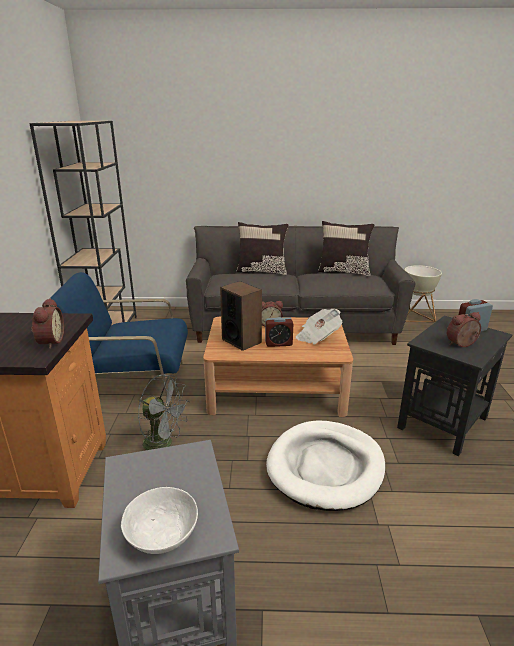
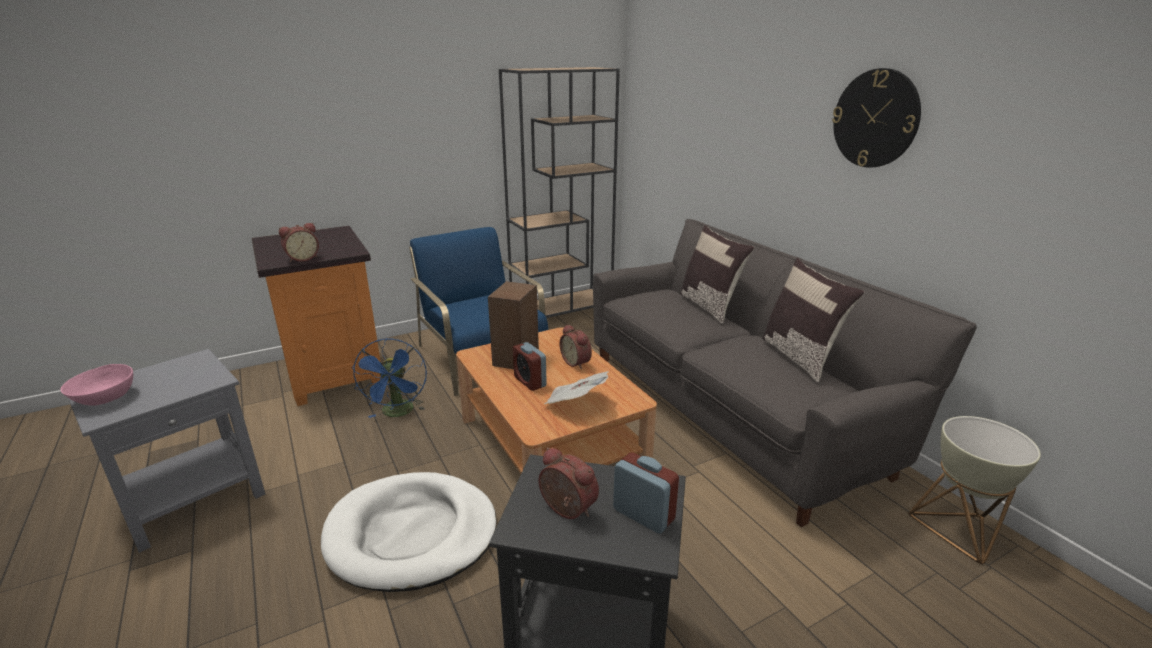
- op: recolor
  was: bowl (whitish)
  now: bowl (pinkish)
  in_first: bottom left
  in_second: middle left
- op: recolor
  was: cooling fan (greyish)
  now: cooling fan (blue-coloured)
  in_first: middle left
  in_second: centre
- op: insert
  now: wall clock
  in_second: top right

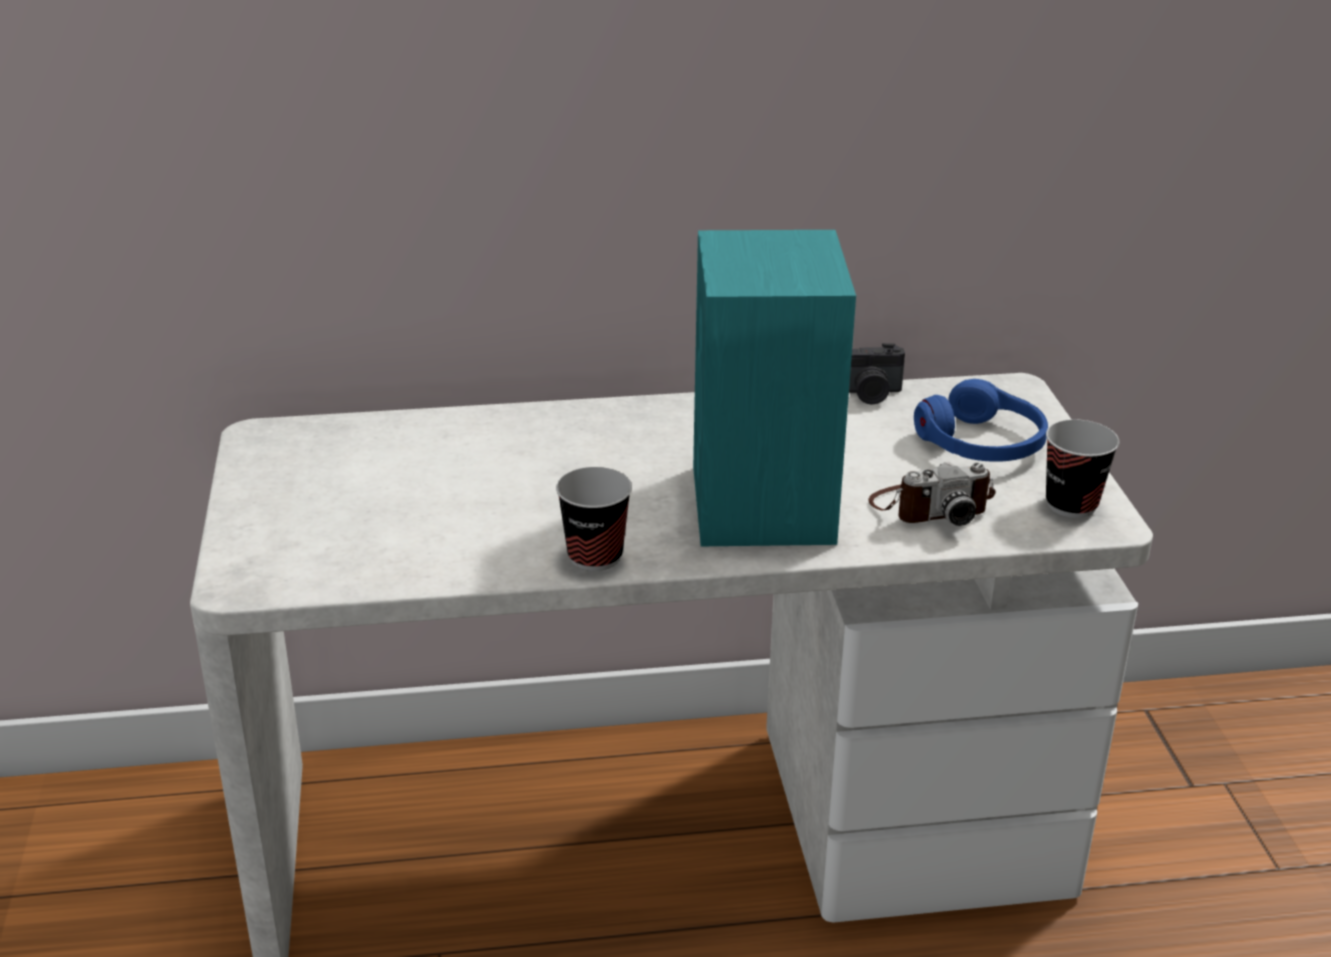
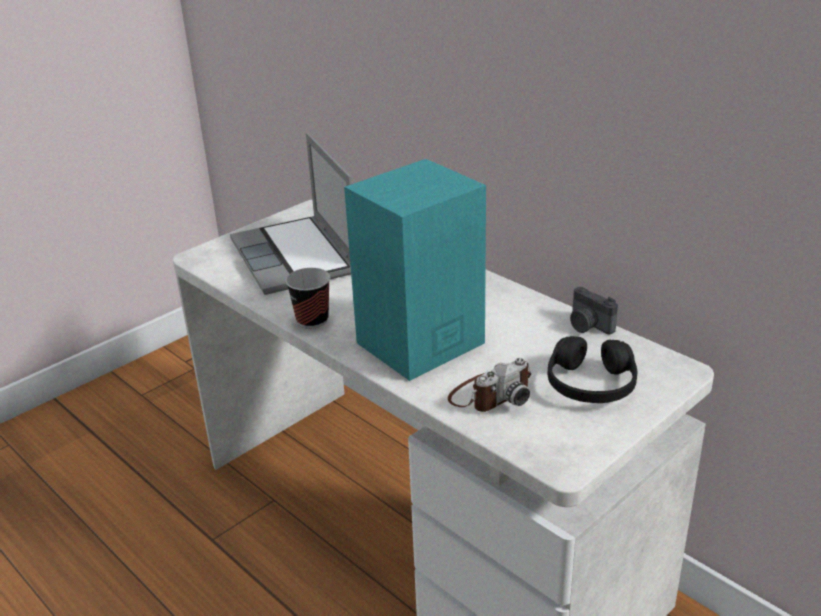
- op: rotate
  was: photo camera (2nd from left in the first image)
  in_first: middle right
  in_second: centre
  clockwise: -75
- op: recolor
  was: pair of headphones (blue-coloured)
  now: pair of headphones (black-coloured)
  in_first: middle right
  in_second: middle right
- op: delete
  was: small cup (2nd from left)
  in_first: middle right
- op: insert
  now: laptop
  in_second: centre

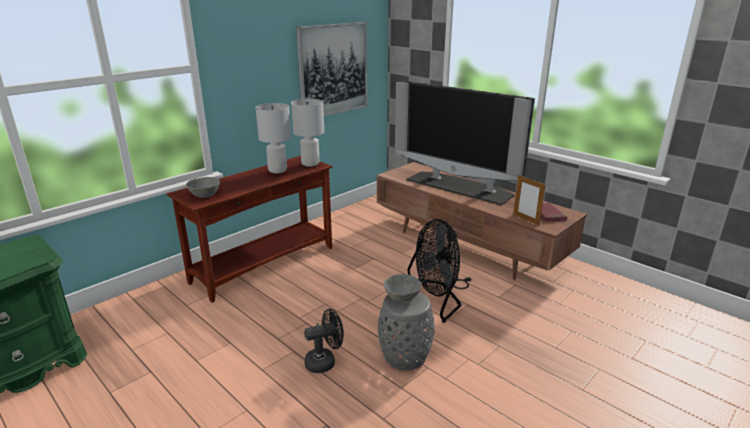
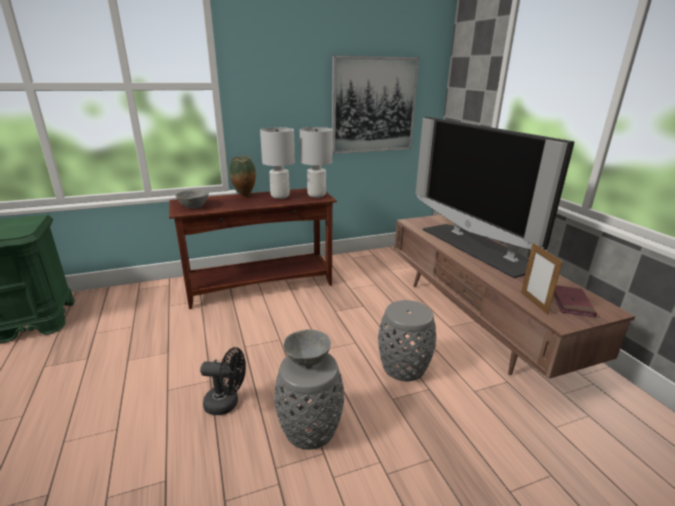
- op: replace
  was: cooling fan (black-coloured) (2nd from left)
  now: sitting stool (greyish) (2nd from left)
  in_first: centre
  in_second: bottom centre
- op: insert
  now: flower vase
  in_second: centre

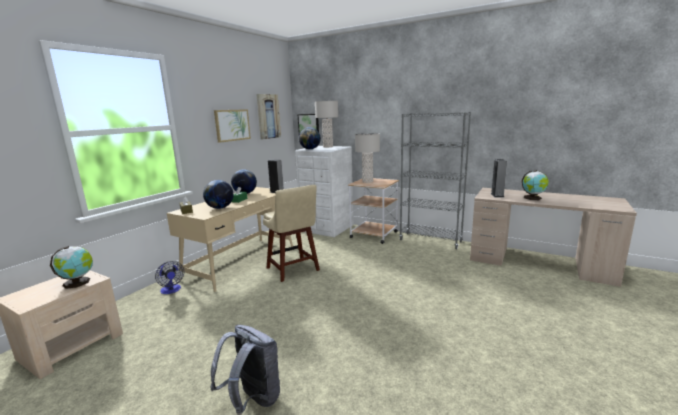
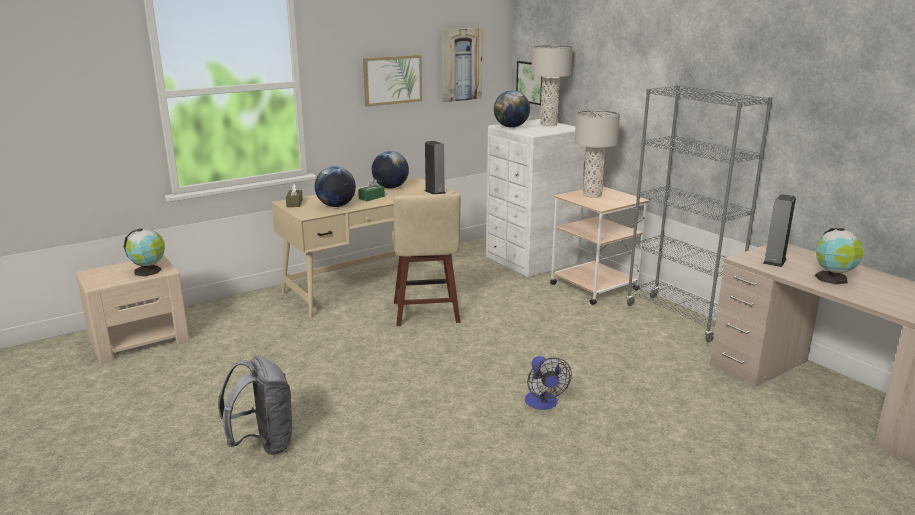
- op: move
  was: cooling fan
  in_first: bottom left
  in_second: bottom centre

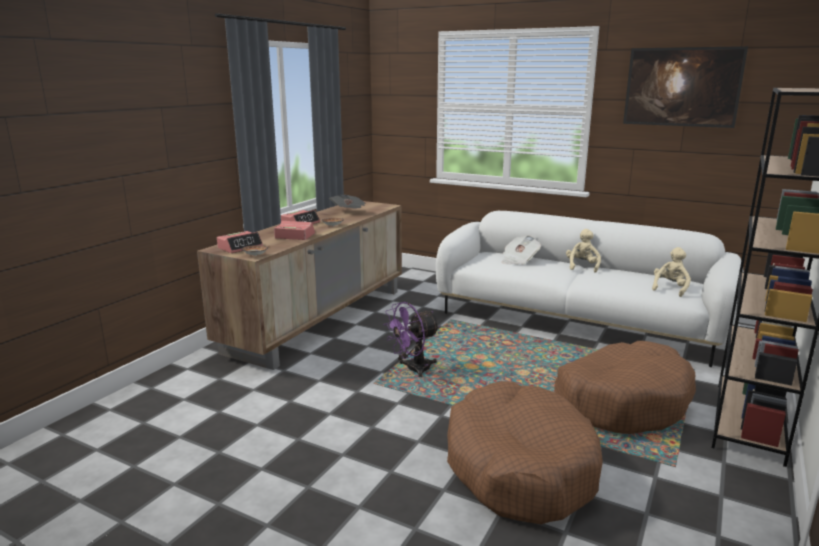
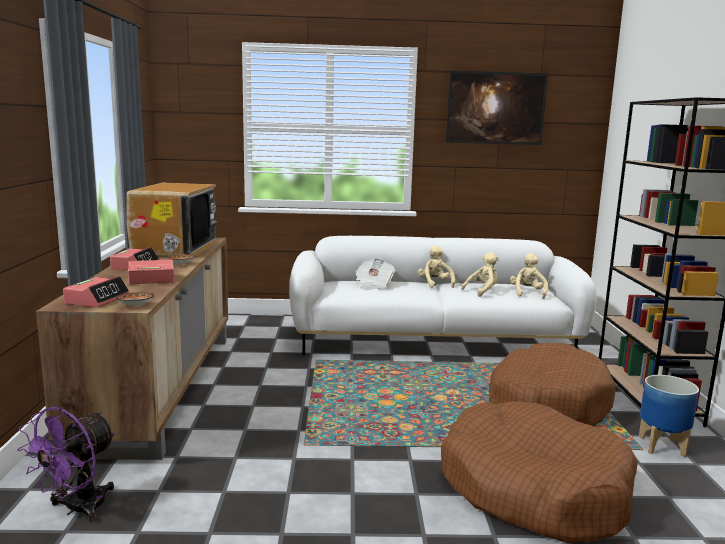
- op: replace
  was: daily paper (1st from left)
  now: television
  in_first: centre
  in_second: middle left
- op: move
  was: cooling fan (purple)
  in_first: centre
  in_second: bottom left
- op: insert
  now: plush toy (beige) (2nd from left)
  in_second: centre
- op: insert
  now: flower pot
  in_second: bottom right

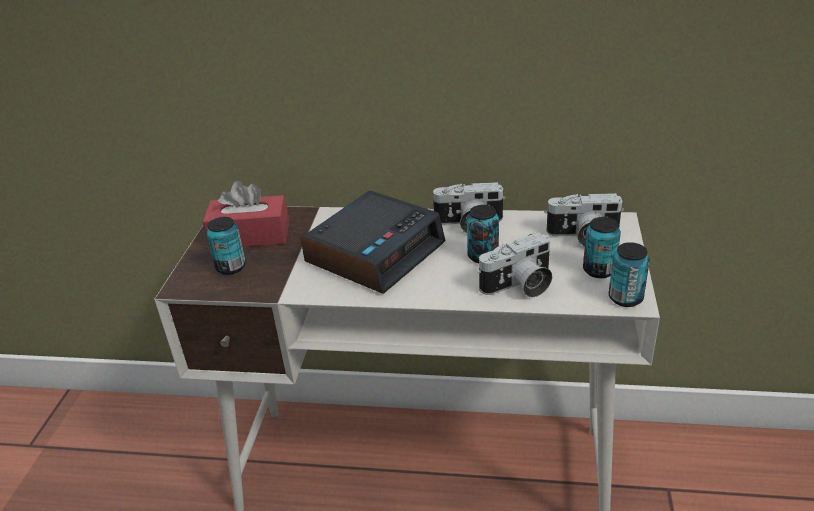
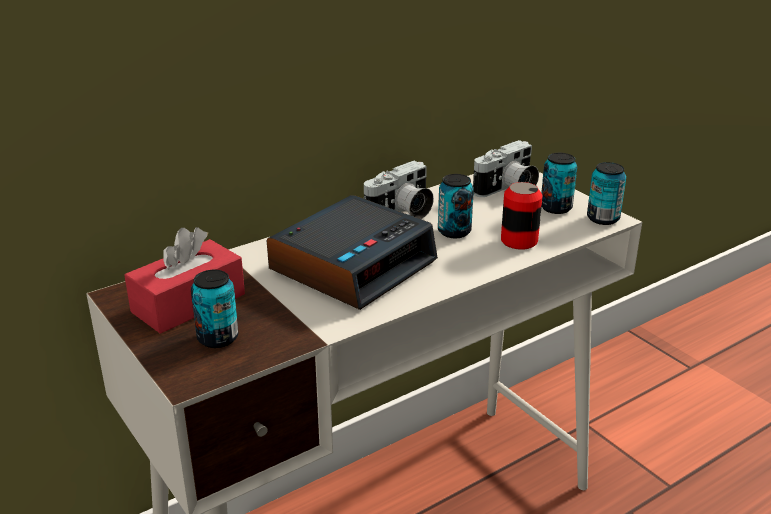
- op: rotate
  was: alarm clock
  in_first: centre
  in_second: centre
  clockwise: 45
- op: replace
  was: photo camera (2nd from left)
  now: metal can (3rd from left)
  in_first: centre
  in_second: middle right

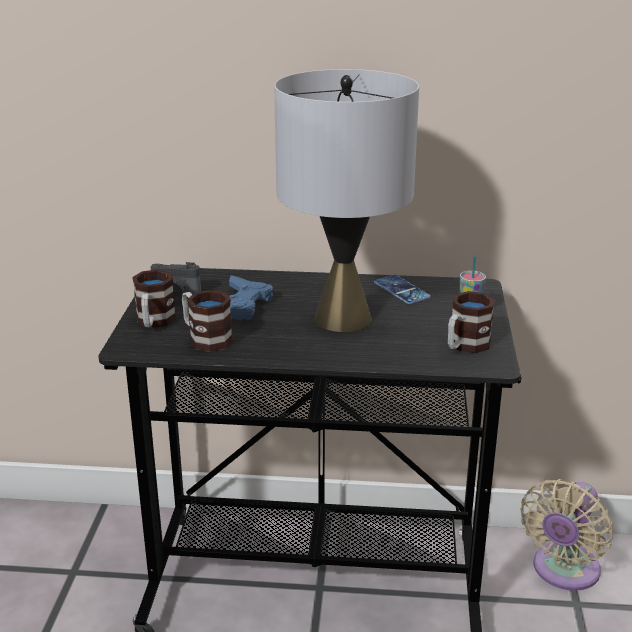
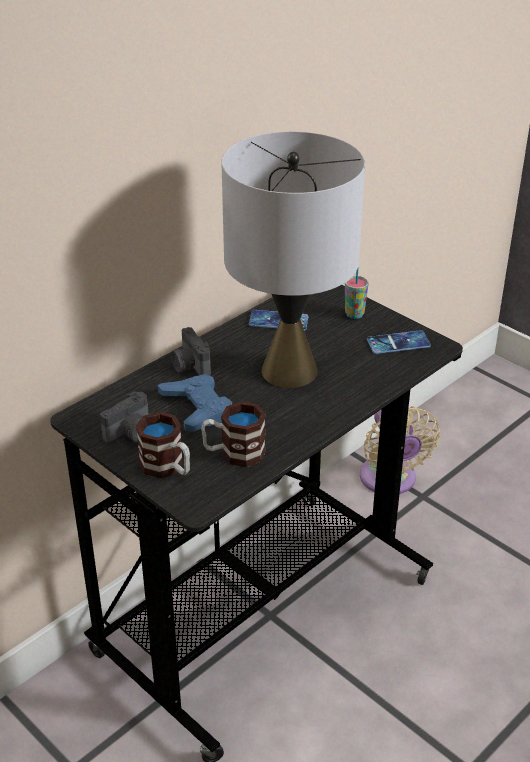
- op: replace
  was: coffee mug (3rd from left)
  now: telephone (2nd from left)
  in_first: middle right
  in_second: middle right
- op: insert
  now: photo camera (2nd from left)
  in_second: centre

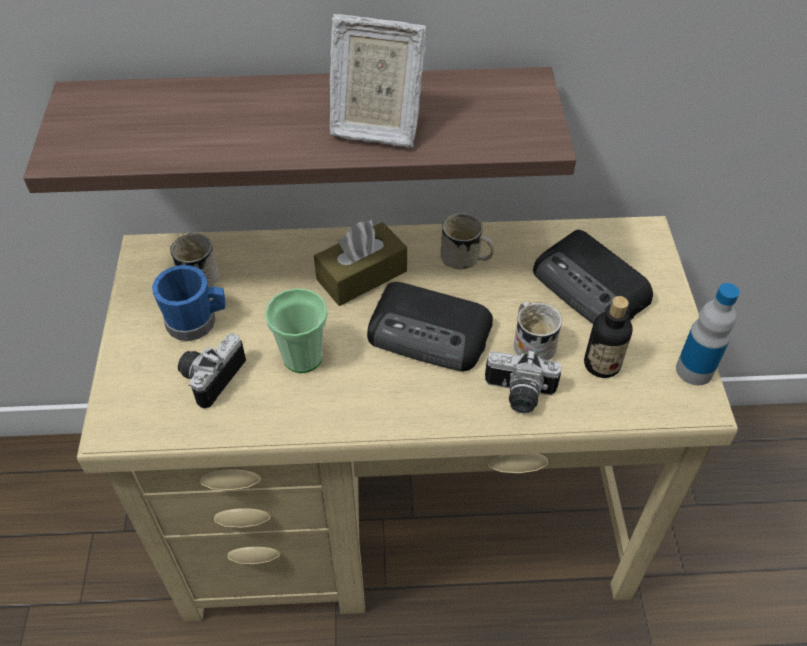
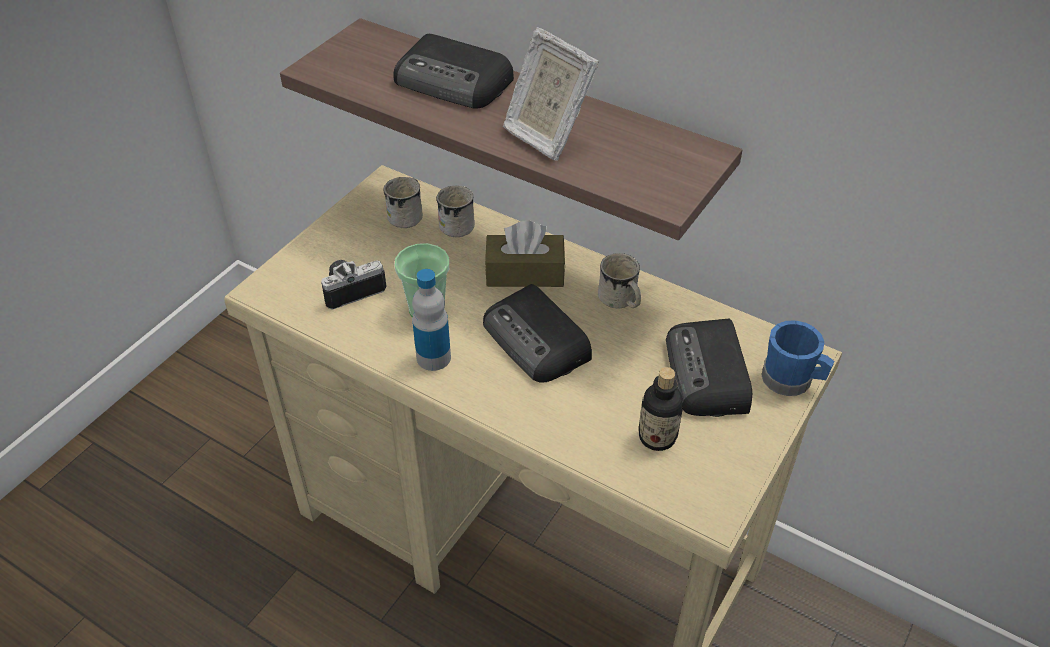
- op: move
  was: coffee mug (blue-coloured)
  in_first: middle left
  in_second: middle right
- op: delete
  was: photo camera (2nd from left)
  in_first: centre
- op: move
  was: coffee mug (whitish) (3rd from left in the first image)
  now: coffee mug (whitish) (2nd from left)
  in_first: middle right
  in_second: top centre
- op: move
  was: drink bottle (2nd from left in the first image)
  now: drink bottle (1st from left)
  in_first: middle right
  in_second: centre
- op: insert
  now: radio (1st from left)
  in_second: top centre

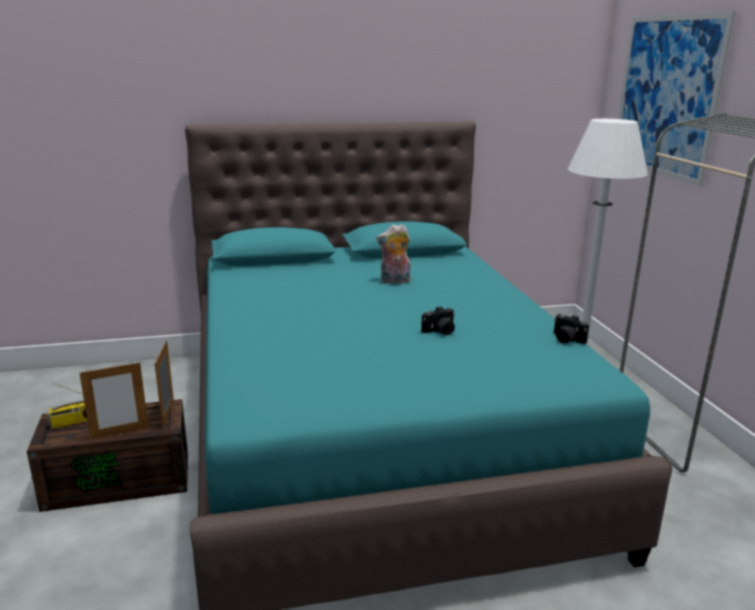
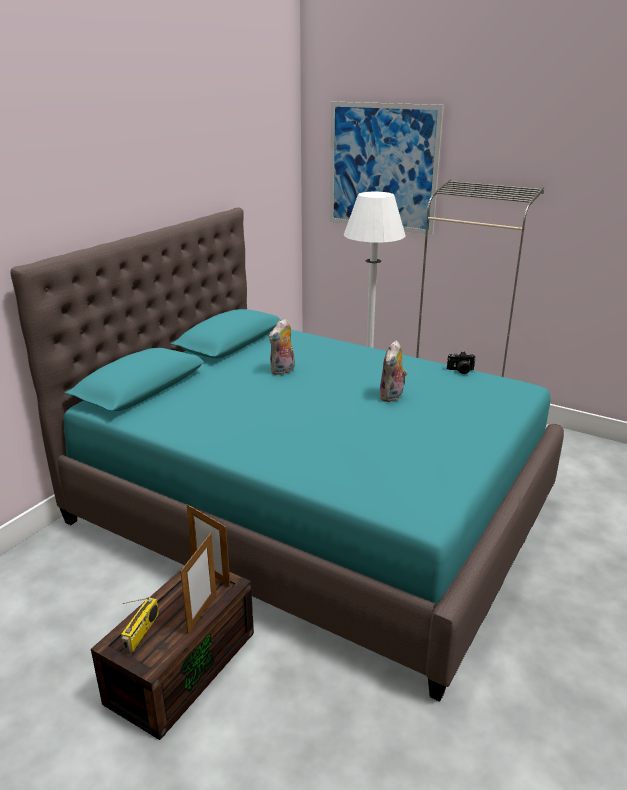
- op: replace
  was: photo camera (1st from left)
  now: plush toy (2nd from left)
  in_first: centre
  in_second: centre

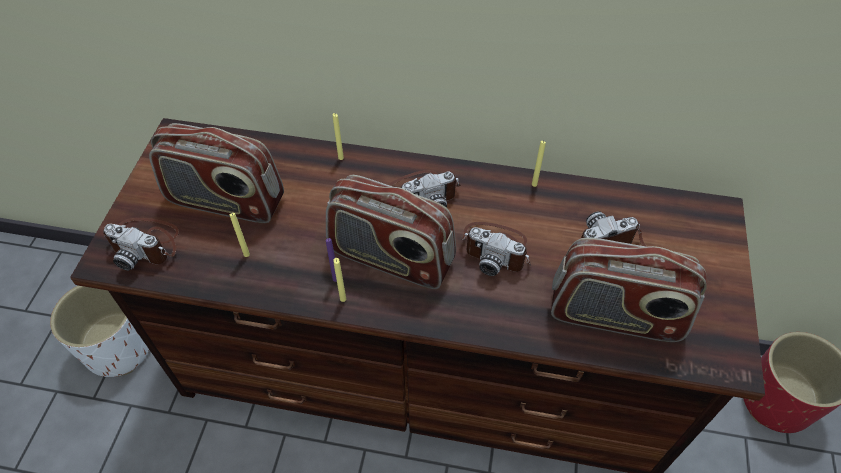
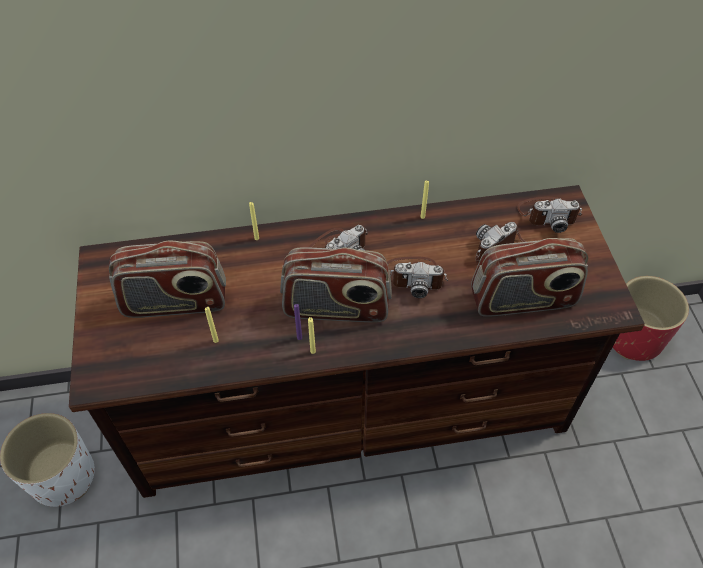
- op: move
  was: photo camera (1st from left in the first image)
  now: photo camera (4th from left)
  in_first: middle left
  in_second: middle right

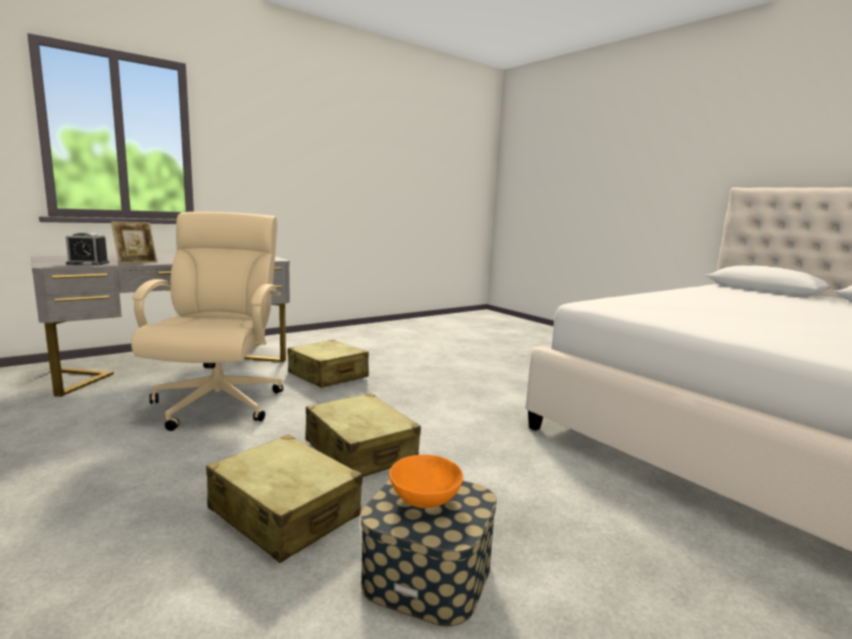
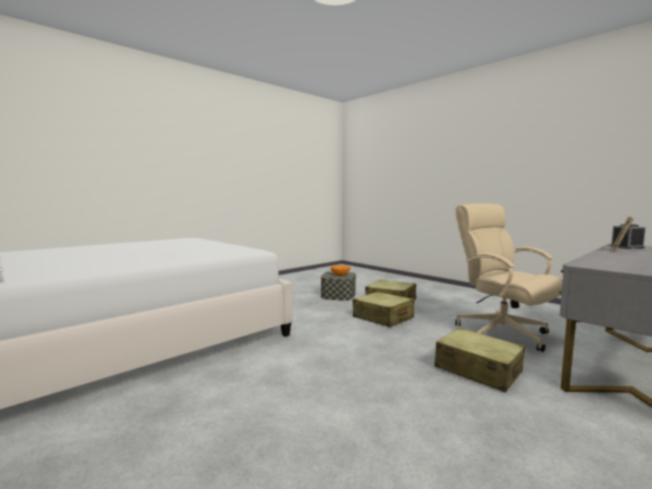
- op: rotate
  was: computer chair (beige)
  in_first: middle left
  in_second: middle right
  clockwise: 150

